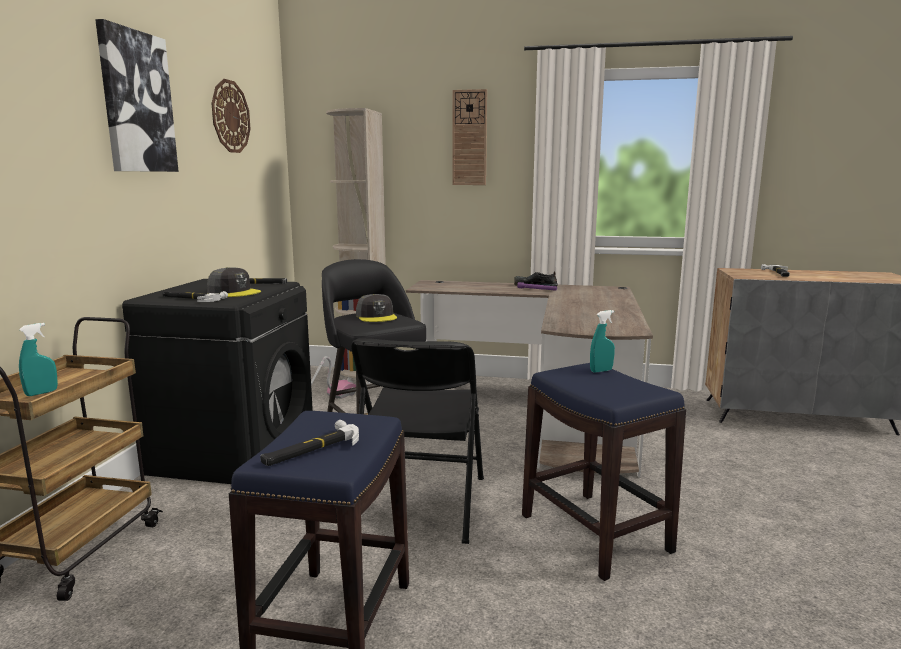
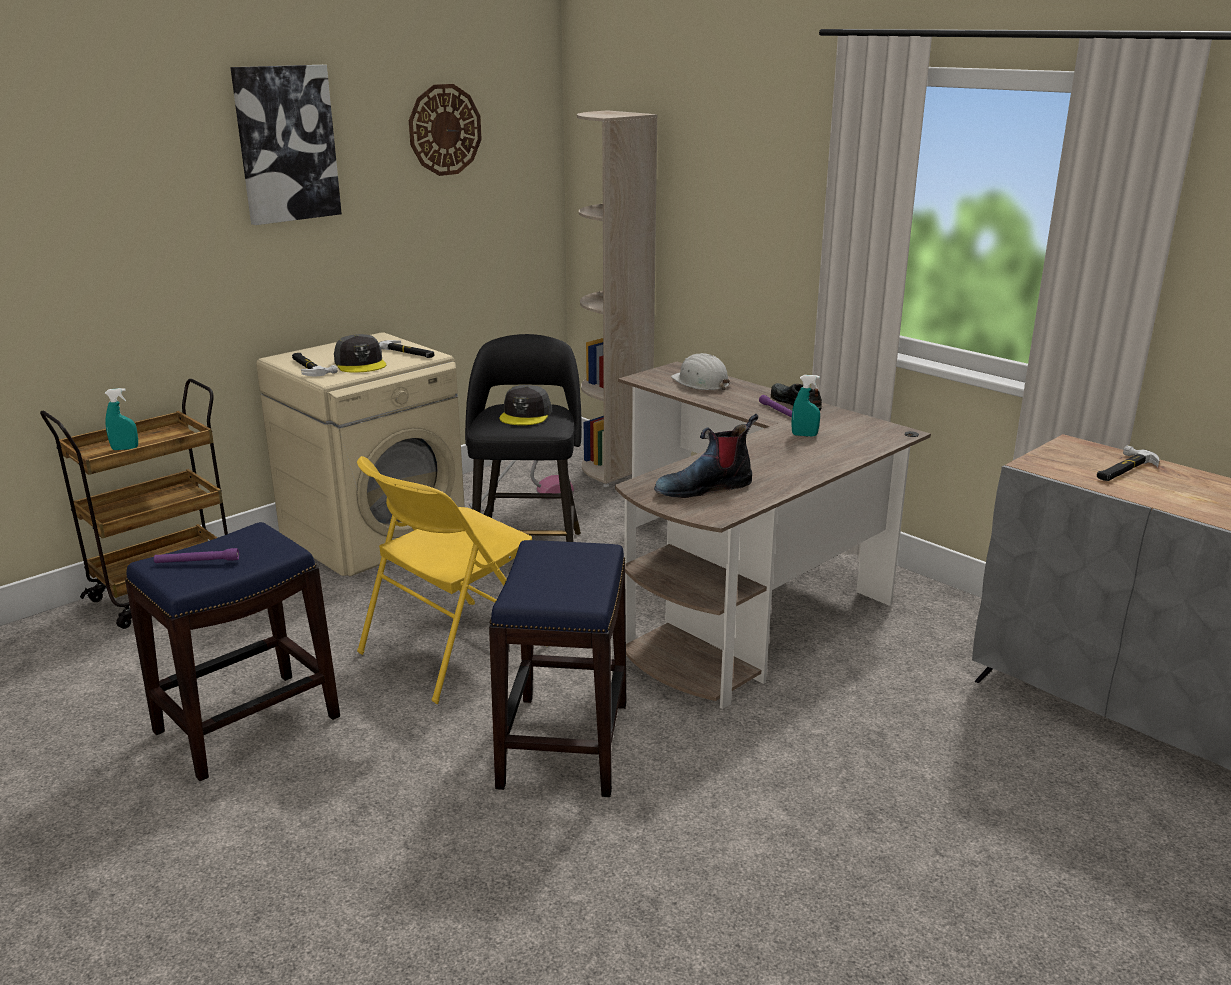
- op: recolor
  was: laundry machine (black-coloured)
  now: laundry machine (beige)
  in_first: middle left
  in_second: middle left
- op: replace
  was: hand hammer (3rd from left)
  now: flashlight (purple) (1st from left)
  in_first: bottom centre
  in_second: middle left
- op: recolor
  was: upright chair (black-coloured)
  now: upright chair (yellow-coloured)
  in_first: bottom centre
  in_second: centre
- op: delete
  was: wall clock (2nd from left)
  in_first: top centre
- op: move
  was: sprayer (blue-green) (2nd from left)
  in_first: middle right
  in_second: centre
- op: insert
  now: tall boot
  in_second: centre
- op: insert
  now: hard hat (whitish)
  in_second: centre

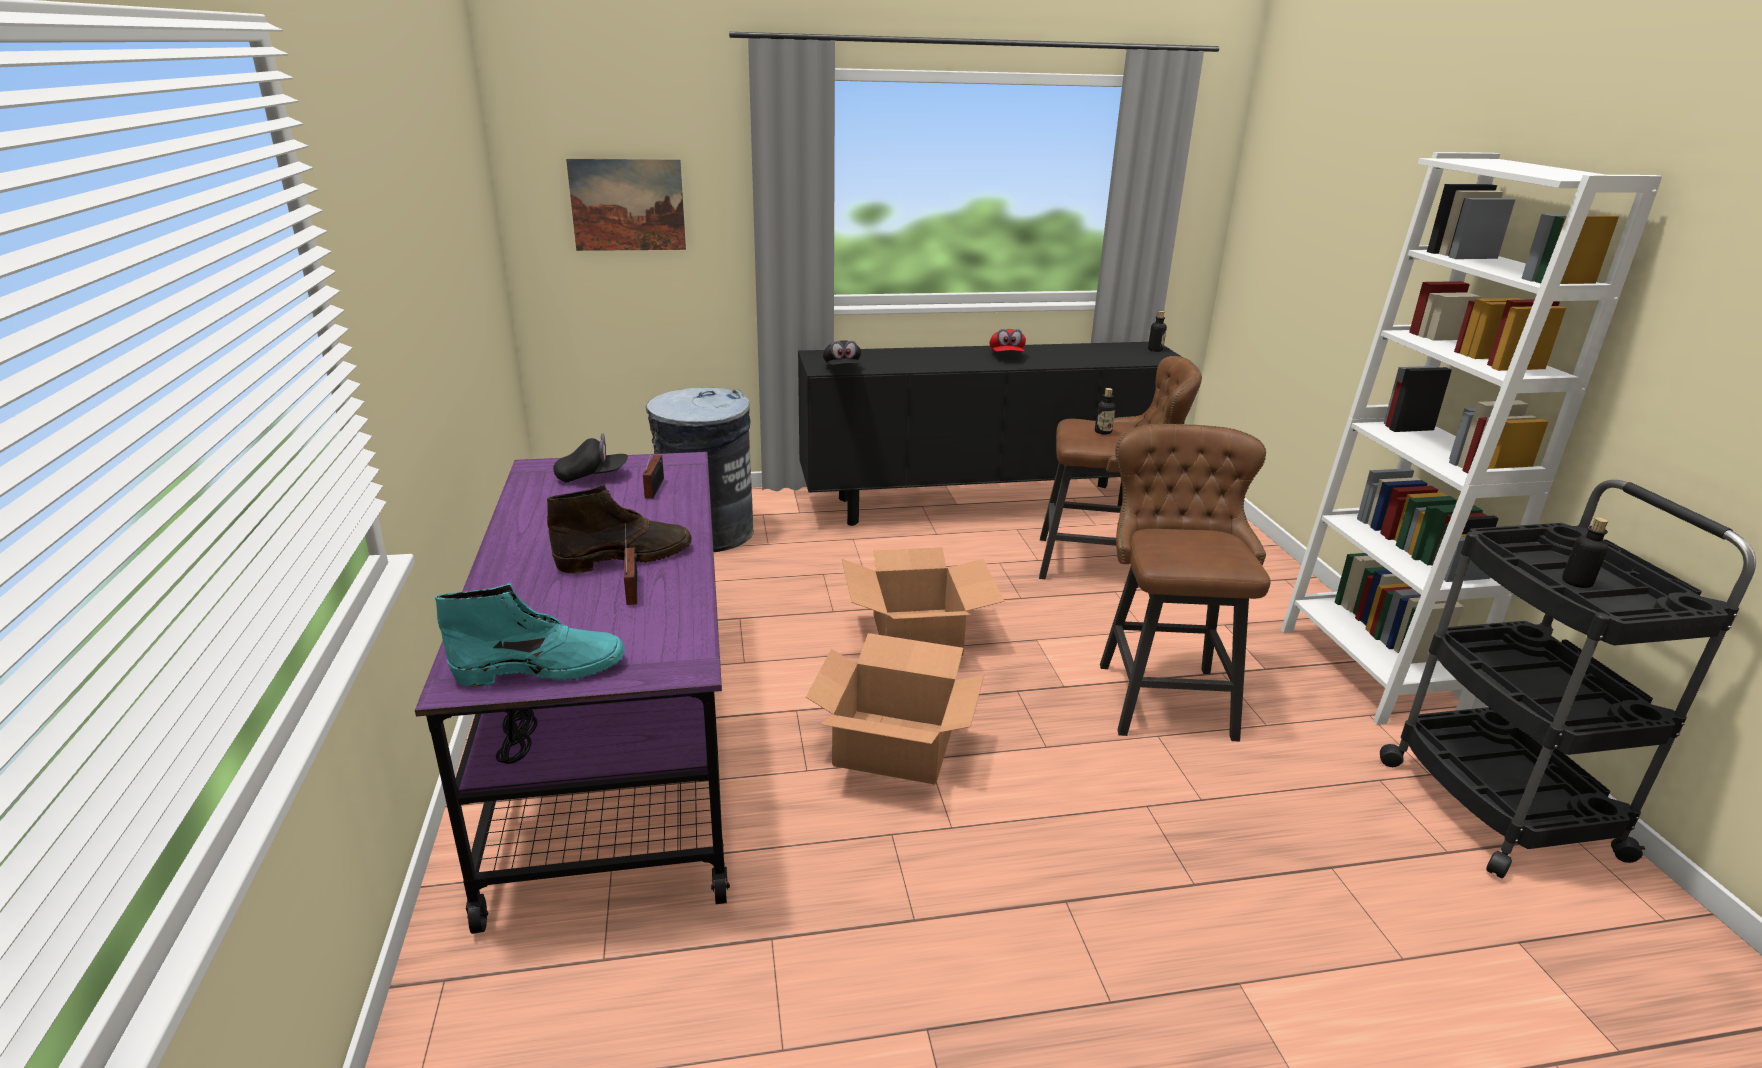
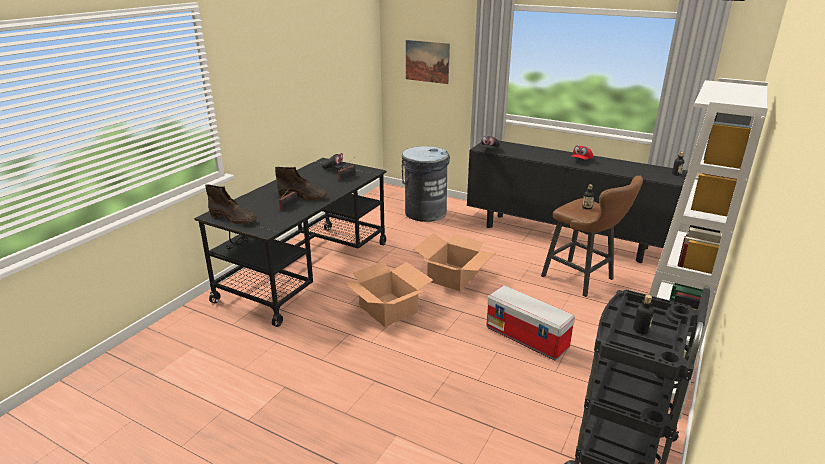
- op: recolor
  was: desk (purple)
  now: desk (black-coloured)
  in_first: middle left
  in_second: centre
- op: recolor
  was: tall boot (blue-green)
  now: tall boot (brown) (1st from left)
  in_first: middle left
  in_second: middle left
- op: replace
  was: sitting stool (brown) (2nd from left)
  now: storage box
  in_first: middle right
  in_second: bottom centre

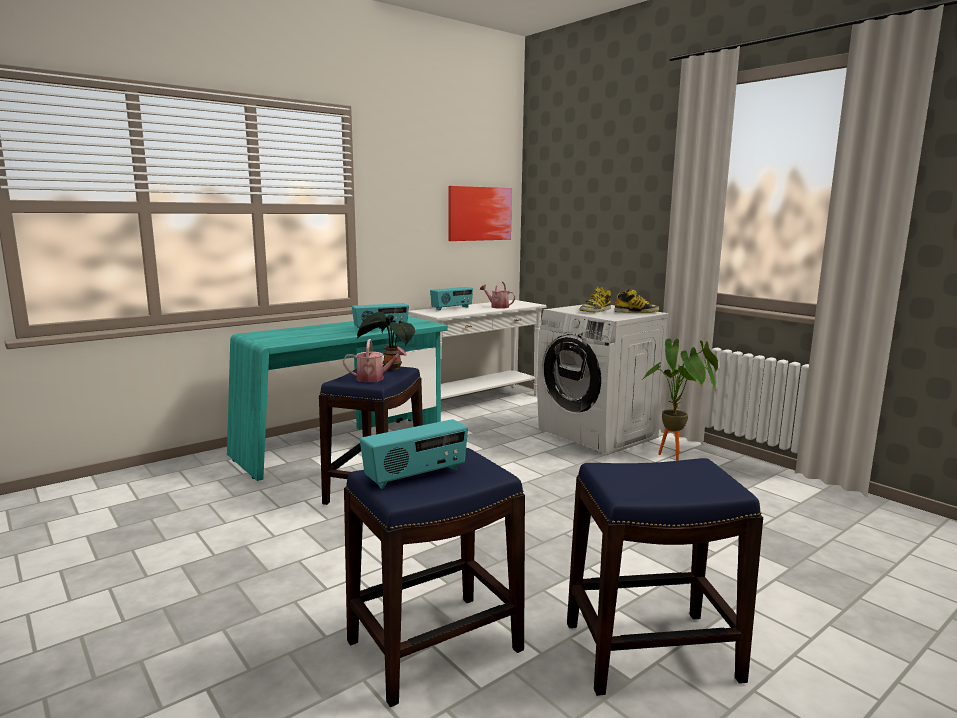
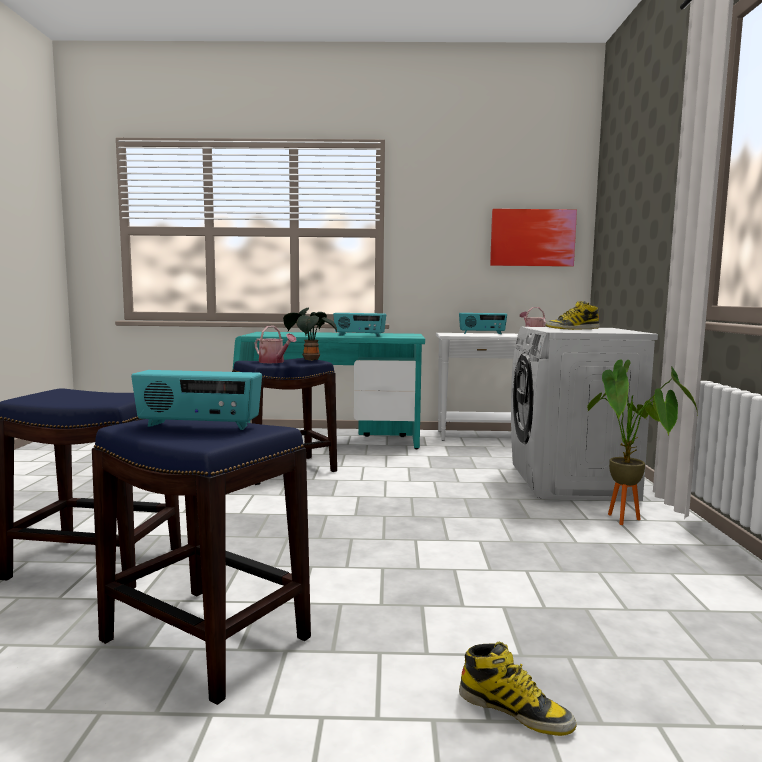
- op: move
  was: radio (2nd from left in the first image)
  now: radio (1st from left)
  in_first: centre
  in_second: middle left
- op: move
  was: tall boot (2nd from left in the first image)
  now: tall boot (1st from left)
  in_first: centre
  in_second: bottom right

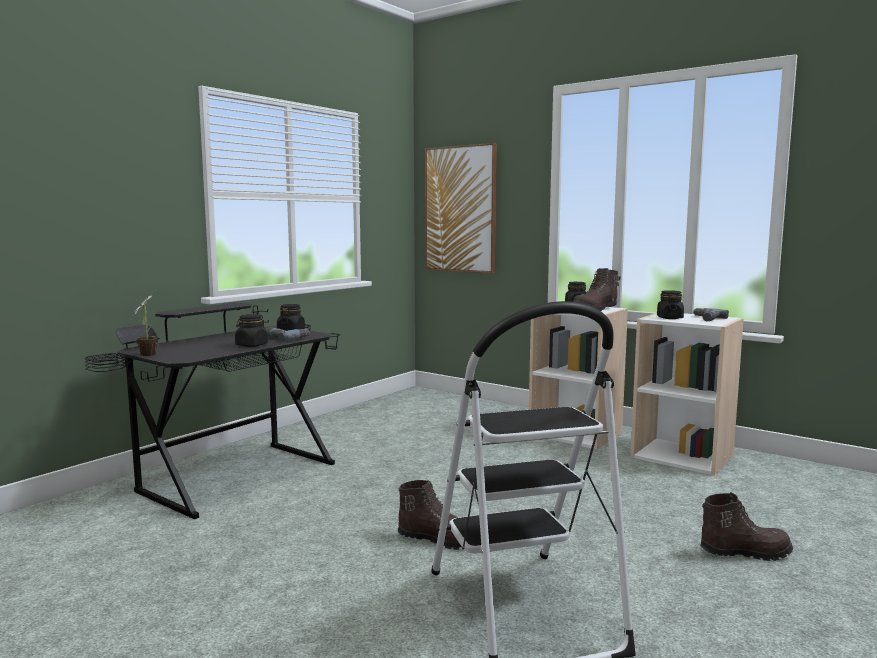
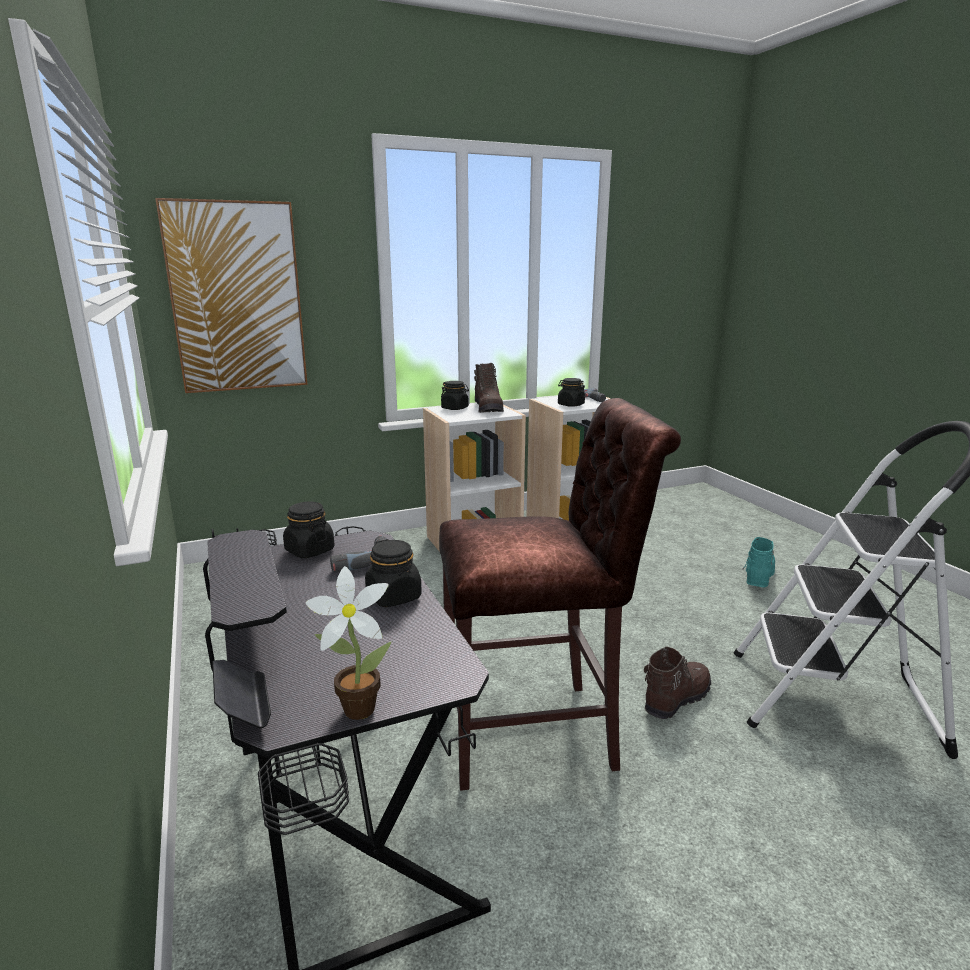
- op: recolor
  was: tall boot (brown) (3rd from left)
  now: tall boot (blue-green)
  in_first: bottom right
  in_second: middle right
- op: insert
  now: sitting stool (brown)
  in_second: centre

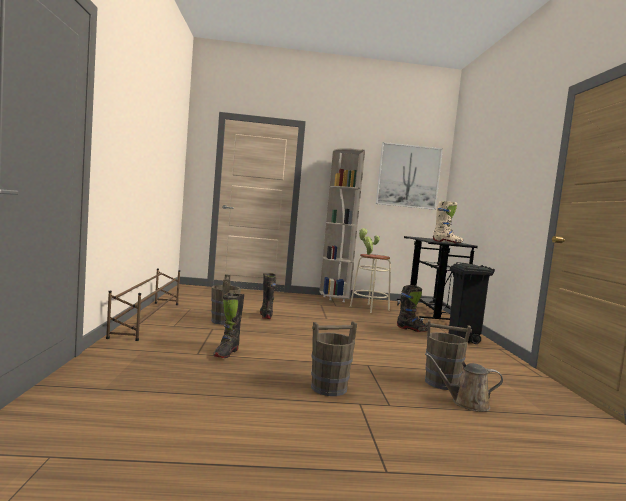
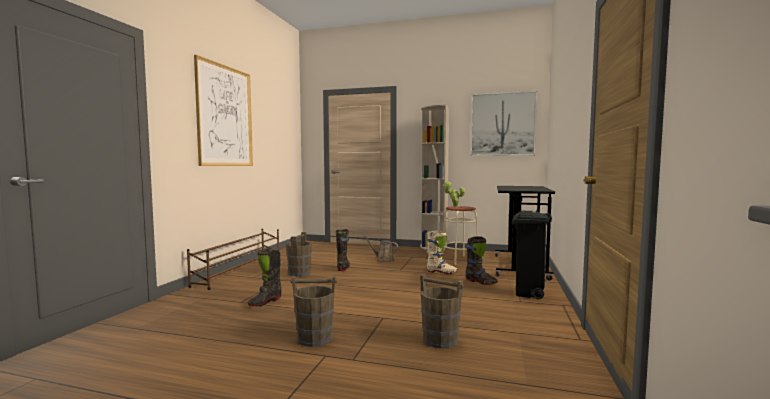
- op: move
  was: watering pot (brown)
  in_first: bottom right
  in_second: centre
- op: move
  was: tall boot (beige)
  in_first: middle right
  in_second: centre
- op: insert
  now: wall picture (1st from left)
  in_second: top left

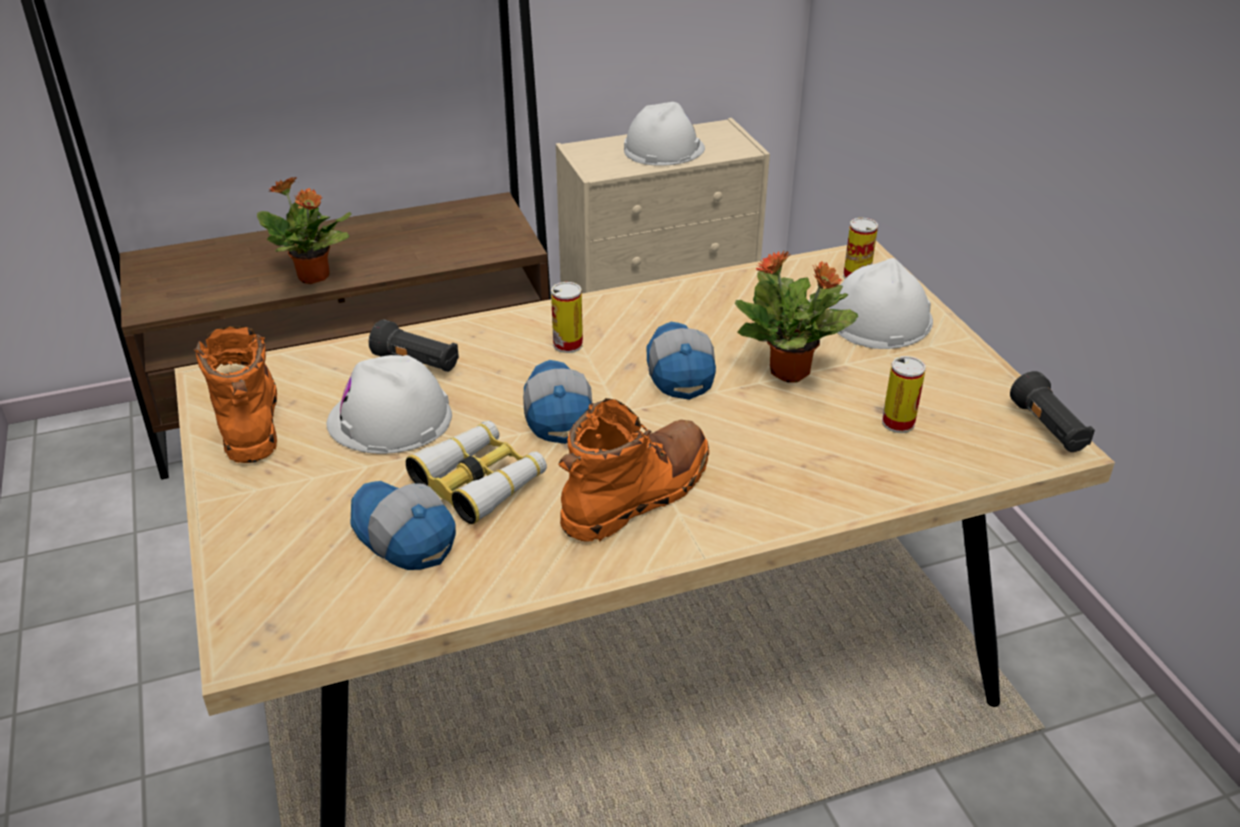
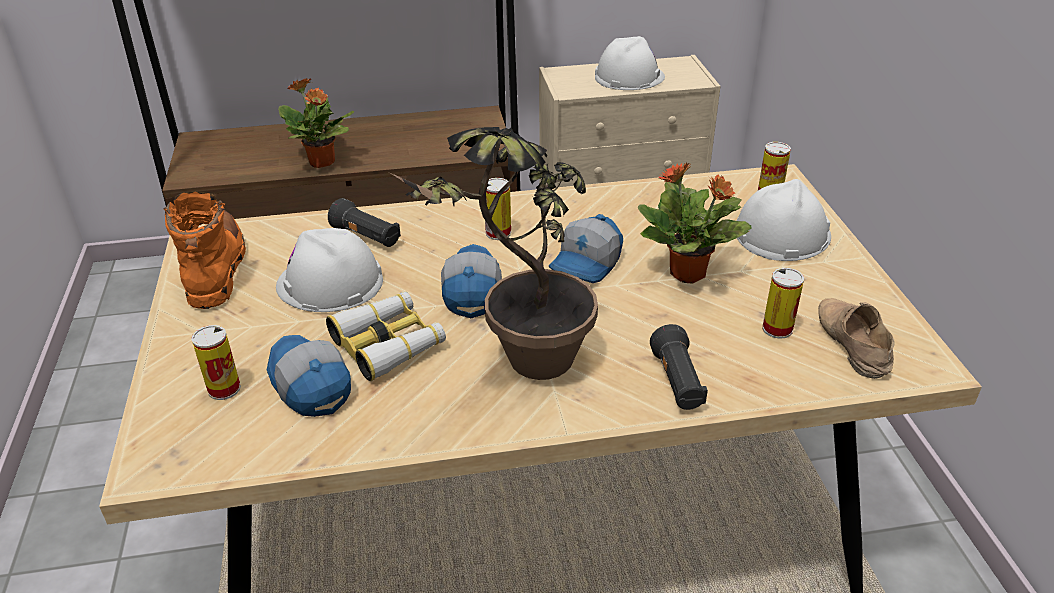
- op: replace
  was: tall boot (orange) (2nd from left)
  now: plant in a pot (2nd from left)
  in_first: centre
  in_second: centre
- op: rotate
  was: baseball cap (3rd from left)
  in_first: centre
  in_second: centre
  clockwise: -150
- op: move
  was: flashlight (black-coloured) (2nd from left)
  in_first: middle right
  in_second: centre
- op: insert
  now: metal can (1st from left)
  in_second: middle left
- op: insert
  now: item of footwear (beige)
  in_second: middle right

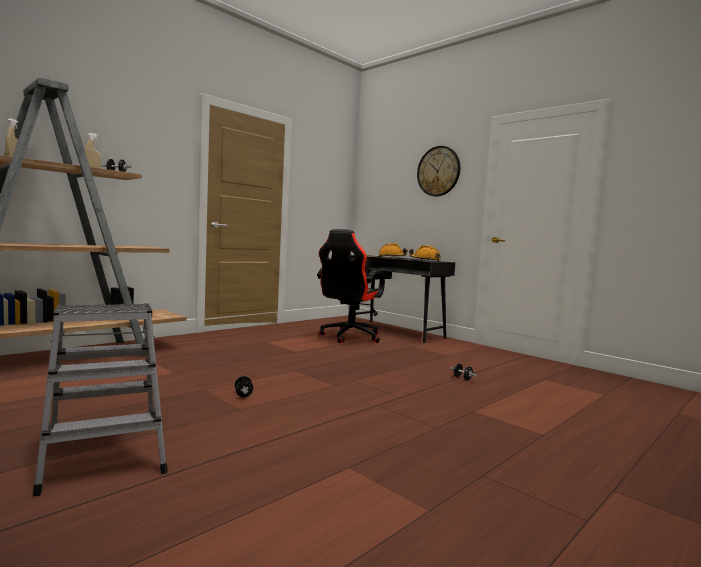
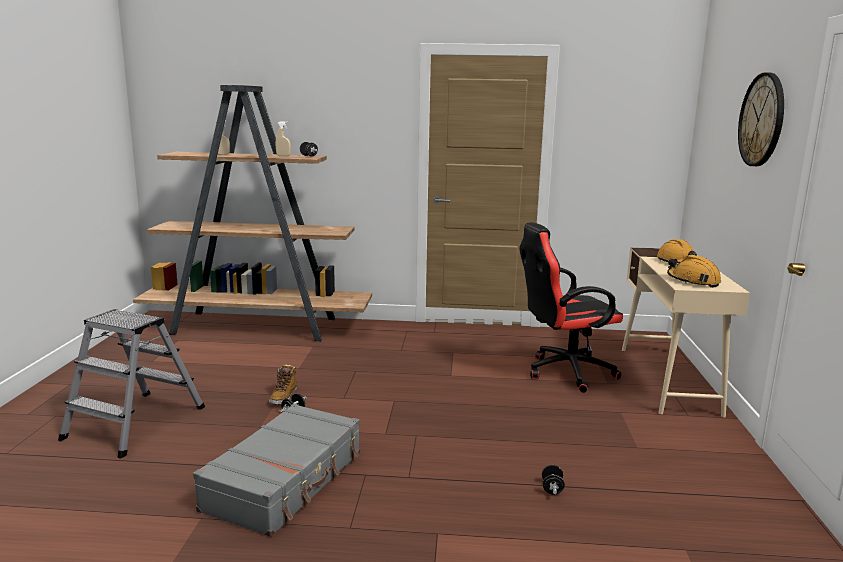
- op: recolor
  was: desk (black-coloured)
  now: desk (beige)
  in_first: centre
  in_second: middle right
- op: insert
  now: travel case (greyish)
  in_second: bottom left
- op: insert
  now: tall boot
  in_second: bottom centre

